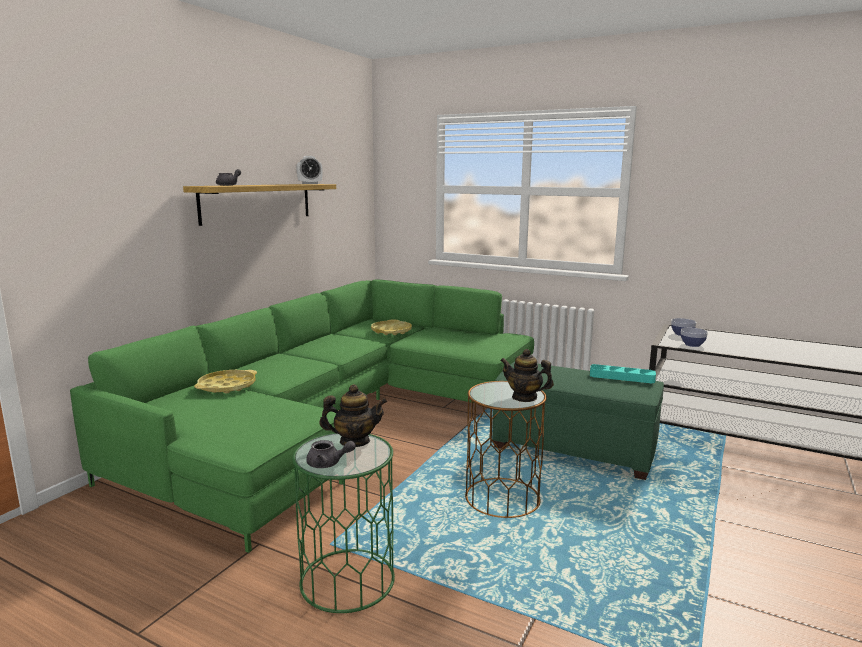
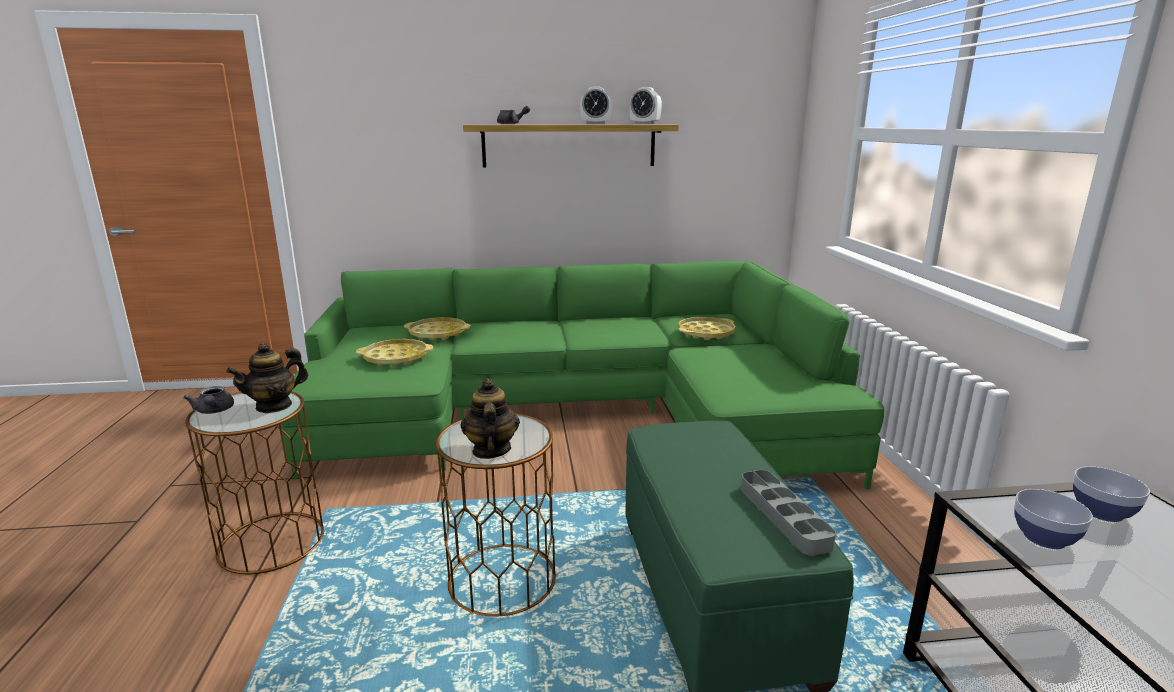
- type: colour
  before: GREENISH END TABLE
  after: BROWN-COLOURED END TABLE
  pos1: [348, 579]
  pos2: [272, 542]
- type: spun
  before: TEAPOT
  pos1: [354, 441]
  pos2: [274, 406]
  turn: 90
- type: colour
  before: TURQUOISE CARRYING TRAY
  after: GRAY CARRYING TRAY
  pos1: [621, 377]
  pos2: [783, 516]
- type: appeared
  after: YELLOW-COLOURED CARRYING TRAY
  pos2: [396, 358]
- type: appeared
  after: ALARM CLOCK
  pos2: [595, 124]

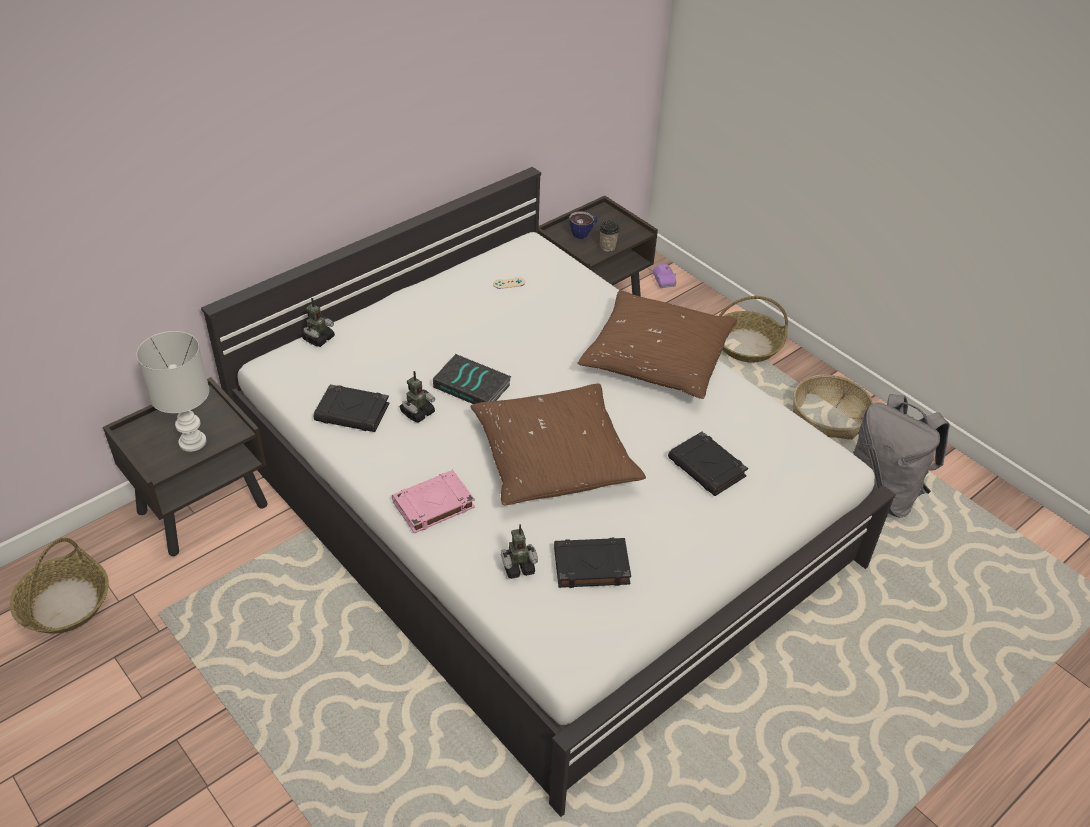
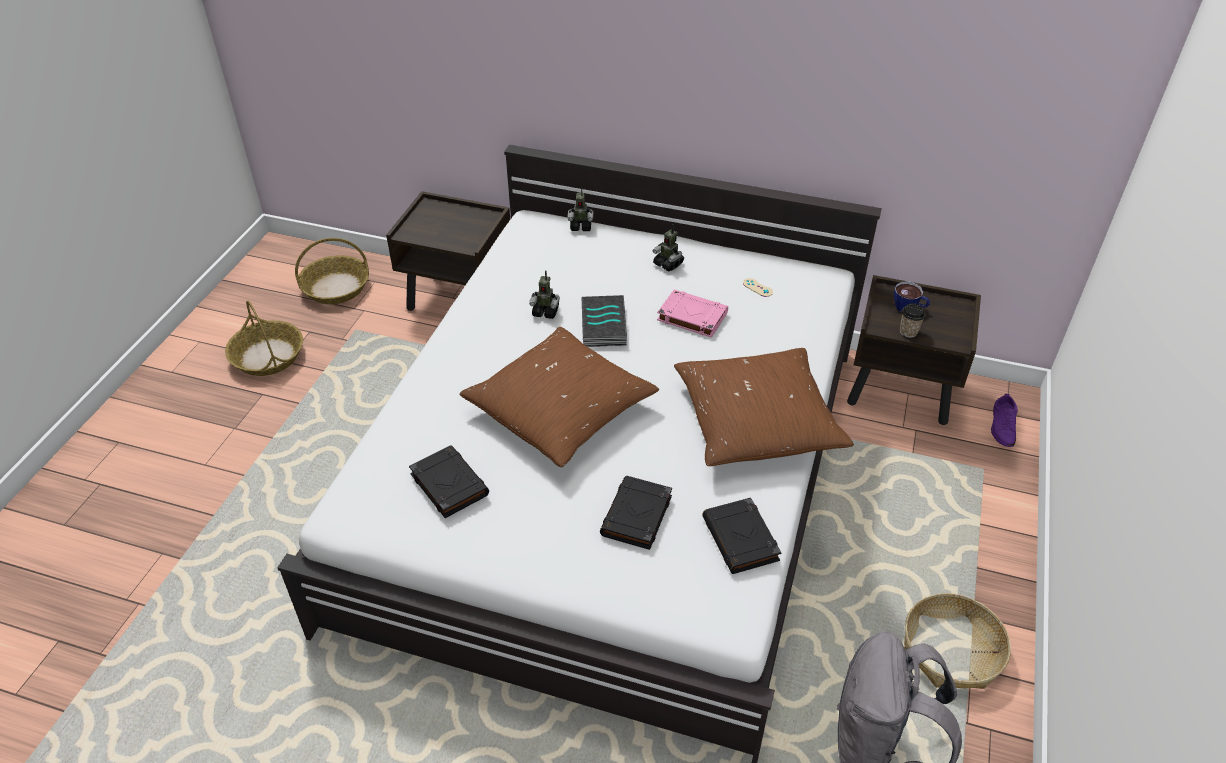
- type: missing
  before: WHITE-COLOURED TABLE LAMP
  pos1: [194, 441]
- type: relocated
  before: BLACK-COLOURED BOOK
  pos1: [353, 412]
  pos2: [741, 540]
- type: relocated
  before: PINK BOOK
  pos1: [433, 505]
  pos2: [691, 317]
- type: relocated
  before: TOY ROBOT
  pos1: [518, 566]
  pos2: [668, 264]
- type: exchanged
  before: PURPLE-COLOURED MODEL CAR
  after: PURPLE-COLOURED LOW SHOE
  pos1: [664, 281]
  pos2: [1002, 426]
- type: relocated
  before: HOUSEHOLD BASKET
  pos1: [746, 345]
  pos2: [267, 356]

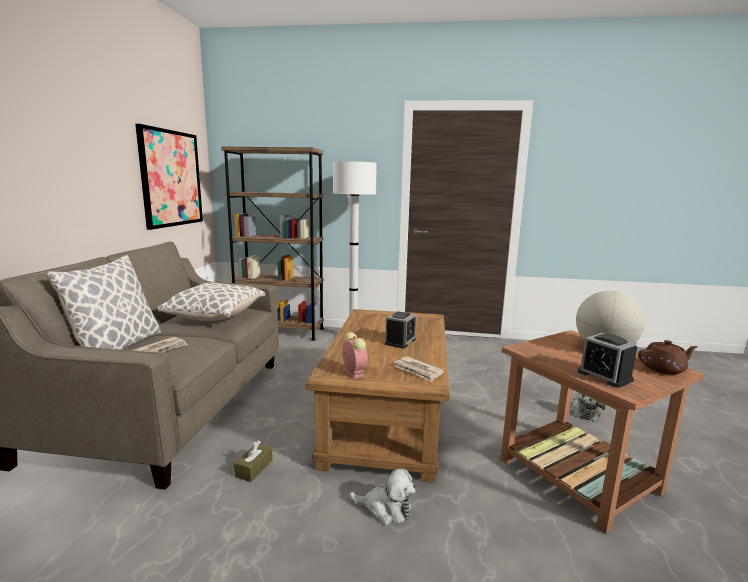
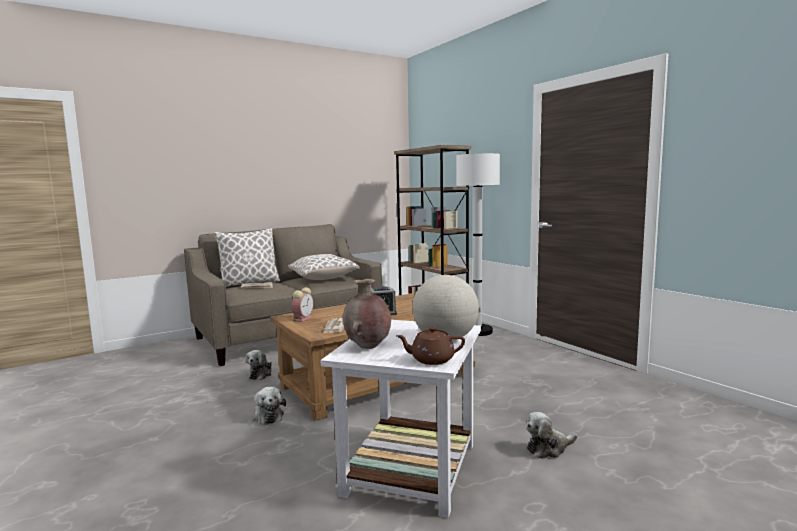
- type: missing
  before: WALL PICTURE
  pos1: [171, 178]
- type: exchanged
  before: BROWN-COLOURED TISSUE HOLDER
  after: PLUSH TOY
  pos1: [254, 468]
  pos2: [260, 374]
- type: colour
  before: BROWN-COLOURED END TABLE
  after: WHITE-COLOURED END TABLE
  pos1: [580, 476]
  pos2: [410, 470]
- type: exchanged
  before: ALARM CLOCK
  after: BROWN-COLOURED FLOWER VASE
  pos1: [604, 376]
  pos2: [368, 347]
- type: spun
  before: BROWN-COLOURED TEAPOT
  pos1: [664, 369]
  pos2: [431, 360]
  turn: 135

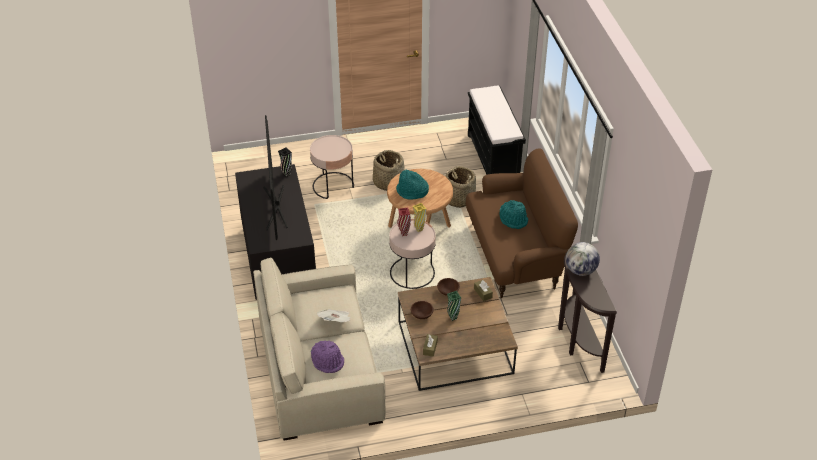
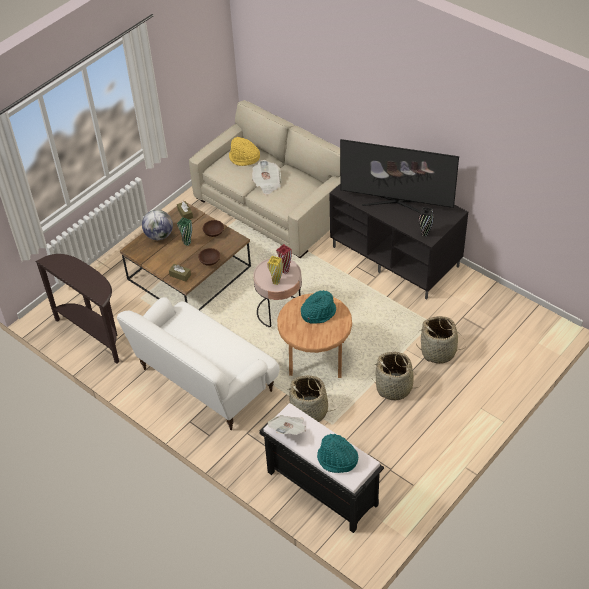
- type: spun
  before: TV
  pos1: [275, 207]
  pos2: [396, 203]
  turn: 150
- type: exchanged
  before: PINK END TABLE
  after: HOUSEHOLD BASKET
  pos1: [333, 186]
  pos2: [438, 351]
- type: colour
  before: PURPLE-COLOURED WEARABLE HAT
  after: YELLOW-COLOURED WEARABLE HAT
  pos1: [328, 361]
  pos2: [244, 158]
- type: colour
  before: BROWN-COLOURED COUCH
  after: WHITE-COLOURED COUCH
  pos1: [515, 255]
  pos2: [205, 382]
- type: relocated
  before: TURQUOISE WEARABLE HAT
  pos1: [513, 219]
  pos2: [337, 460]
- type: relocated
  before: WORLD GLOBE
  pos1: [581, 270]
  pos2: [159, 235]
- type: appeared
  after: NEWSPAPER
  pos2: [289, 430]

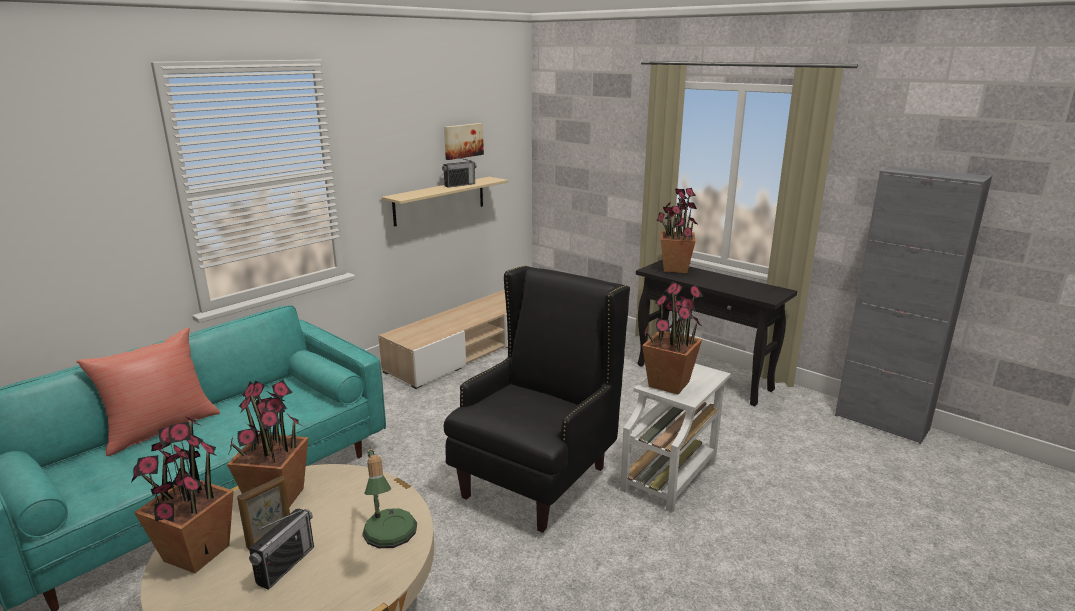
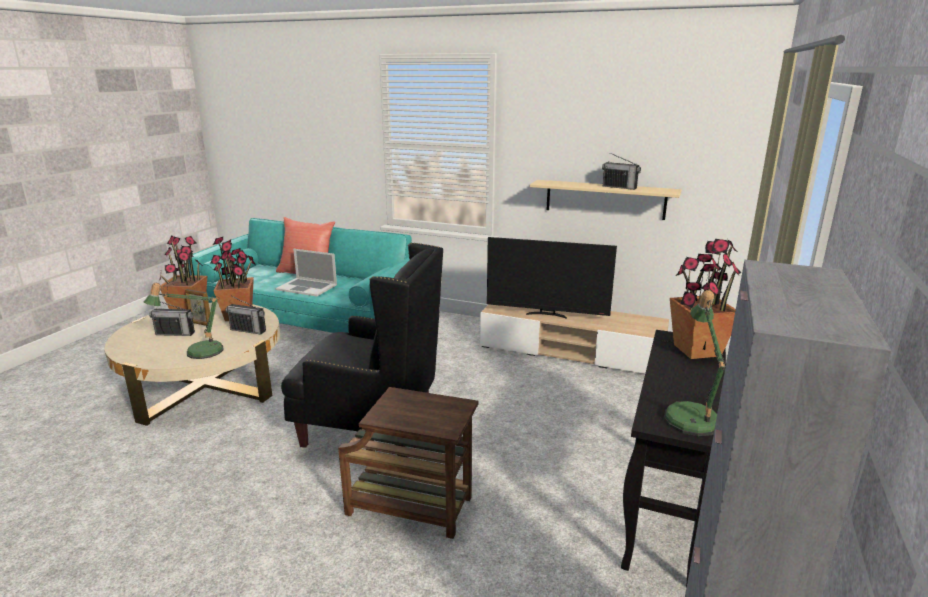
- type: missing
  before: WALL PICTURE
  pos1: [462, 140]
- type: colour
  before: WHITE-COLOURED END TABLE
  after: BROWN-COLOURED END TABLE
  pos1: [671, 474]
  pos2: [413, 507]
- type: missing
  before: HOUSEPLANT
  pos1: [669, 384]
- type: appeared
  after: RADIO RECEIVER
  pos2: [248, 330]
- type: appeared
  after: NOTEBOOK COMPUTER
  pos2: [307, 287]
- type: appeared
  after: TV
  pos2: [547, 314]
- type: appeared
  after: TABLE LAMP
  pos2: [691, 415]

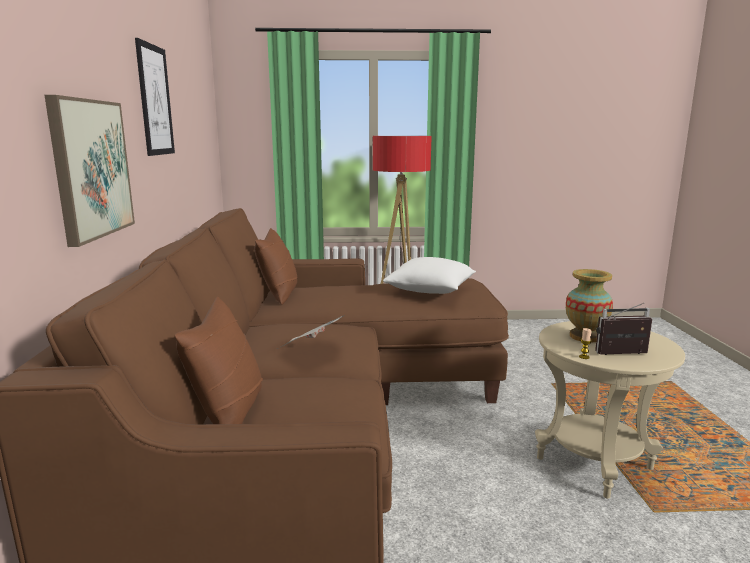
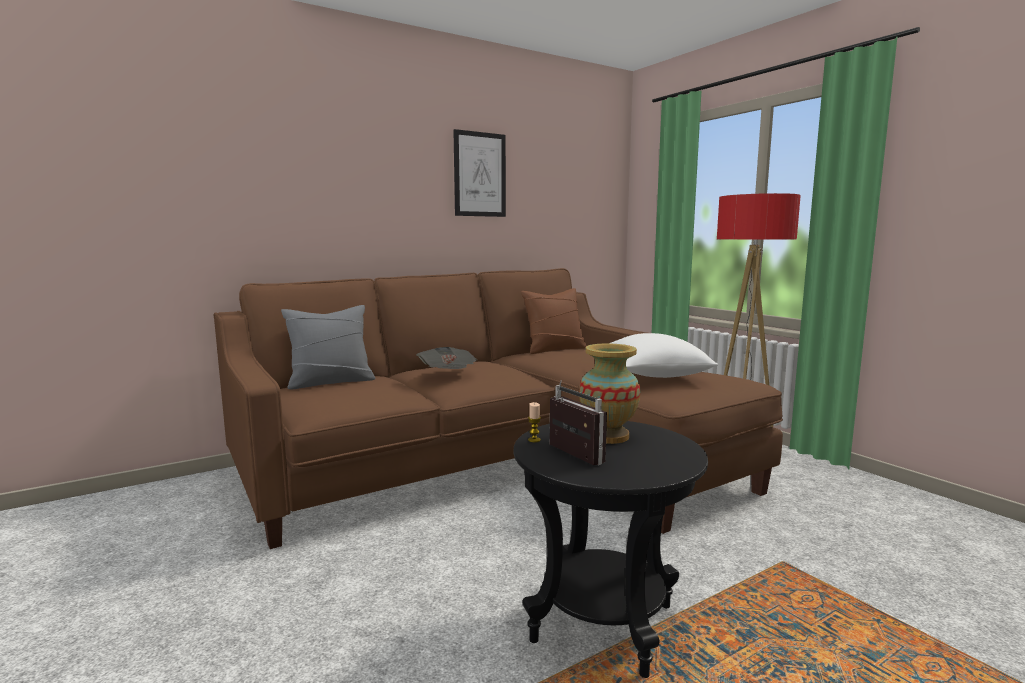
- type: missing
  before: WALL PICTURE
  pos1: [91, 169]
- type: colour
  before: BROWN-COLOURED CUSHION
  after: GRAY CUSHION
  pos1: [228, 413]
  pos2: [331, 382]
- type: colour
  before: BEIGE END TABLE
  after: BLACK-COLOURED END TABLE
  pos1: [594, 464]
  pos2: [602, 624]

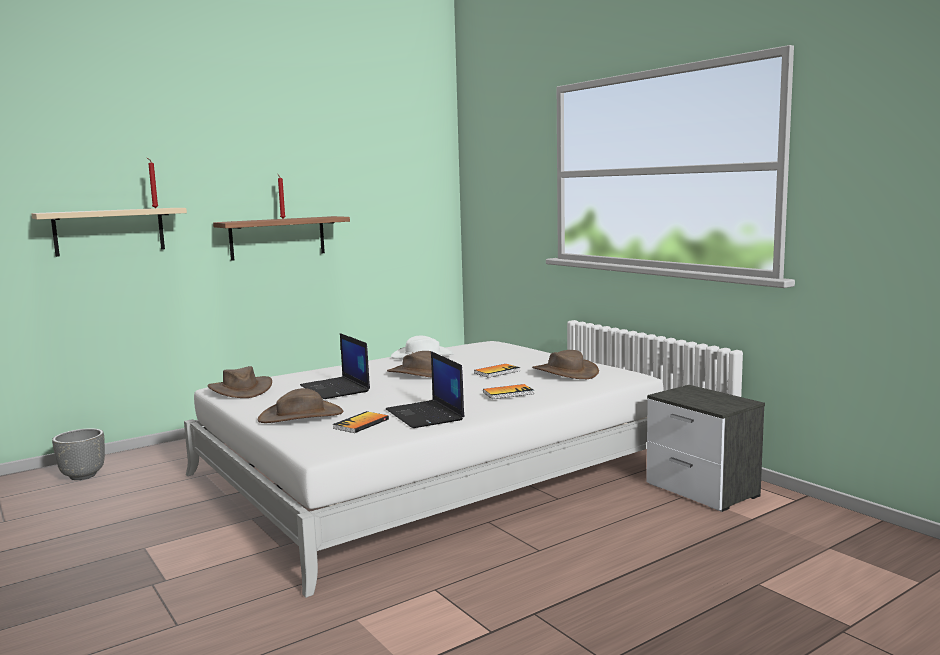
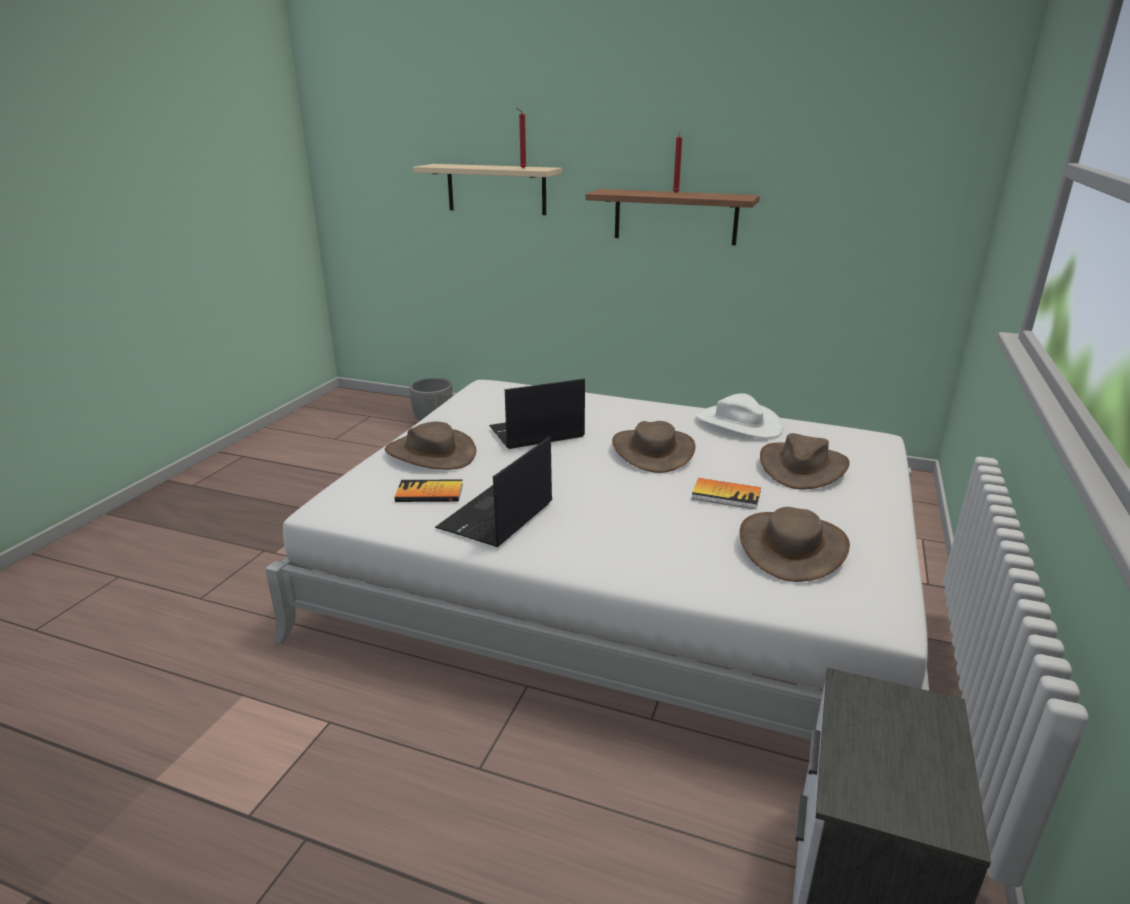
- type: relocated
  before: BROWN-COLOURED WEARABLE HAT
  pos1: [240, 390]
  pos2: [802, 467]
- type: spun
  before: NOTEBOOK COMPUTER
  pos1: [336, 389]
  pos2: [535, 433]
  turn: 45
- type: missing
  before: BOOK
  pos1: [508, 393]

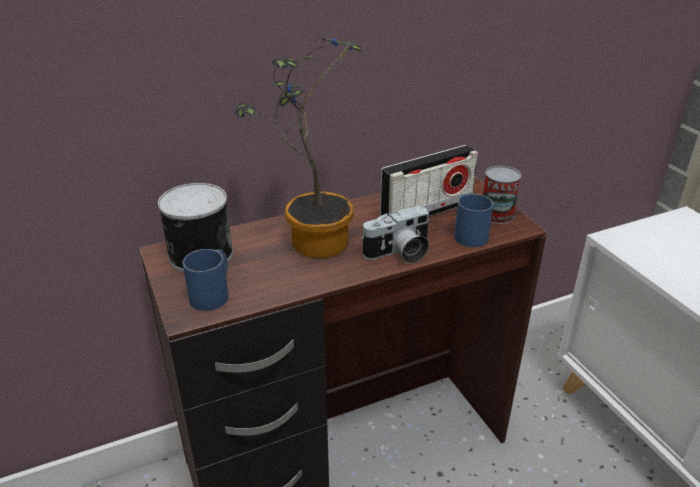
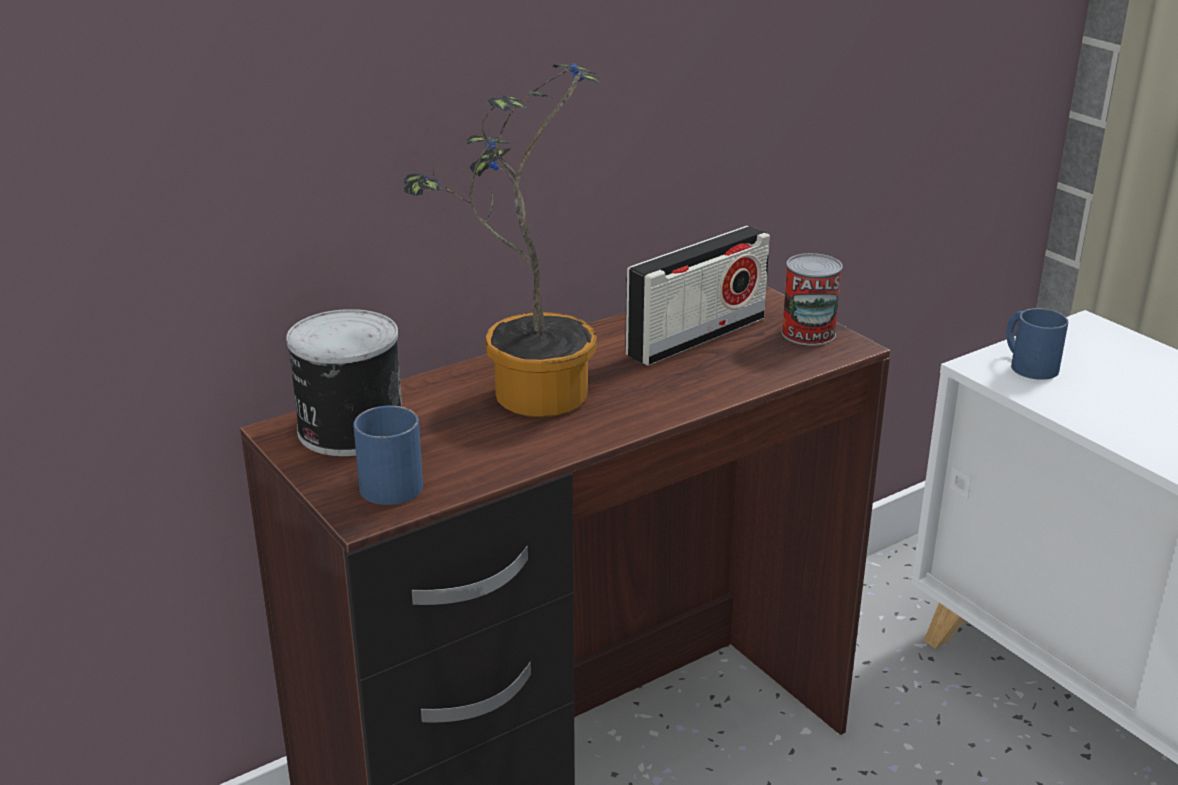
- type: missing
  before: STILL CAMERA
  pos1: [399, 253]
- type: relocated
  before: BLUISH TEA MUG
  pos1: [467, 233]
  pos2: [1027, 364]

